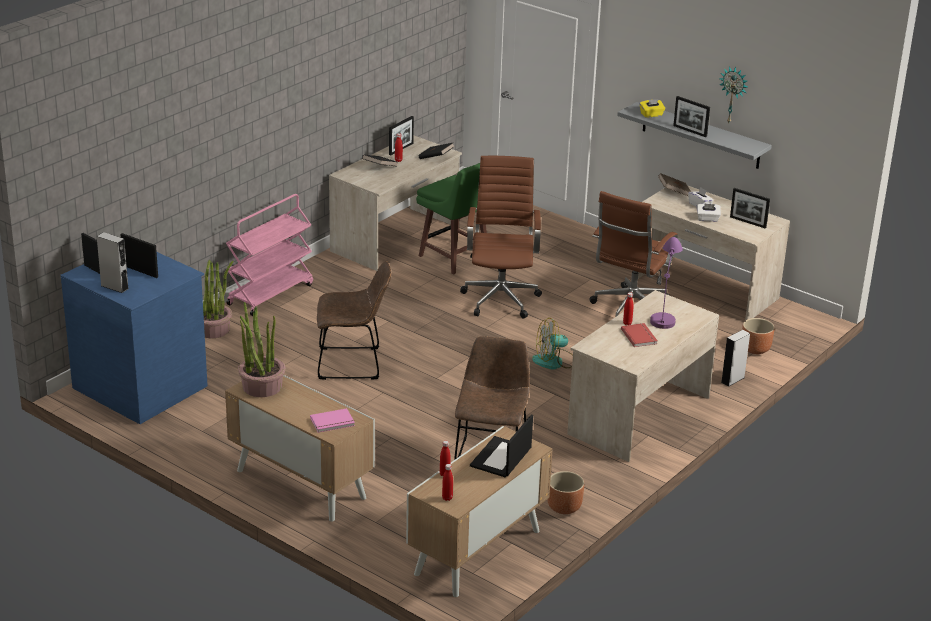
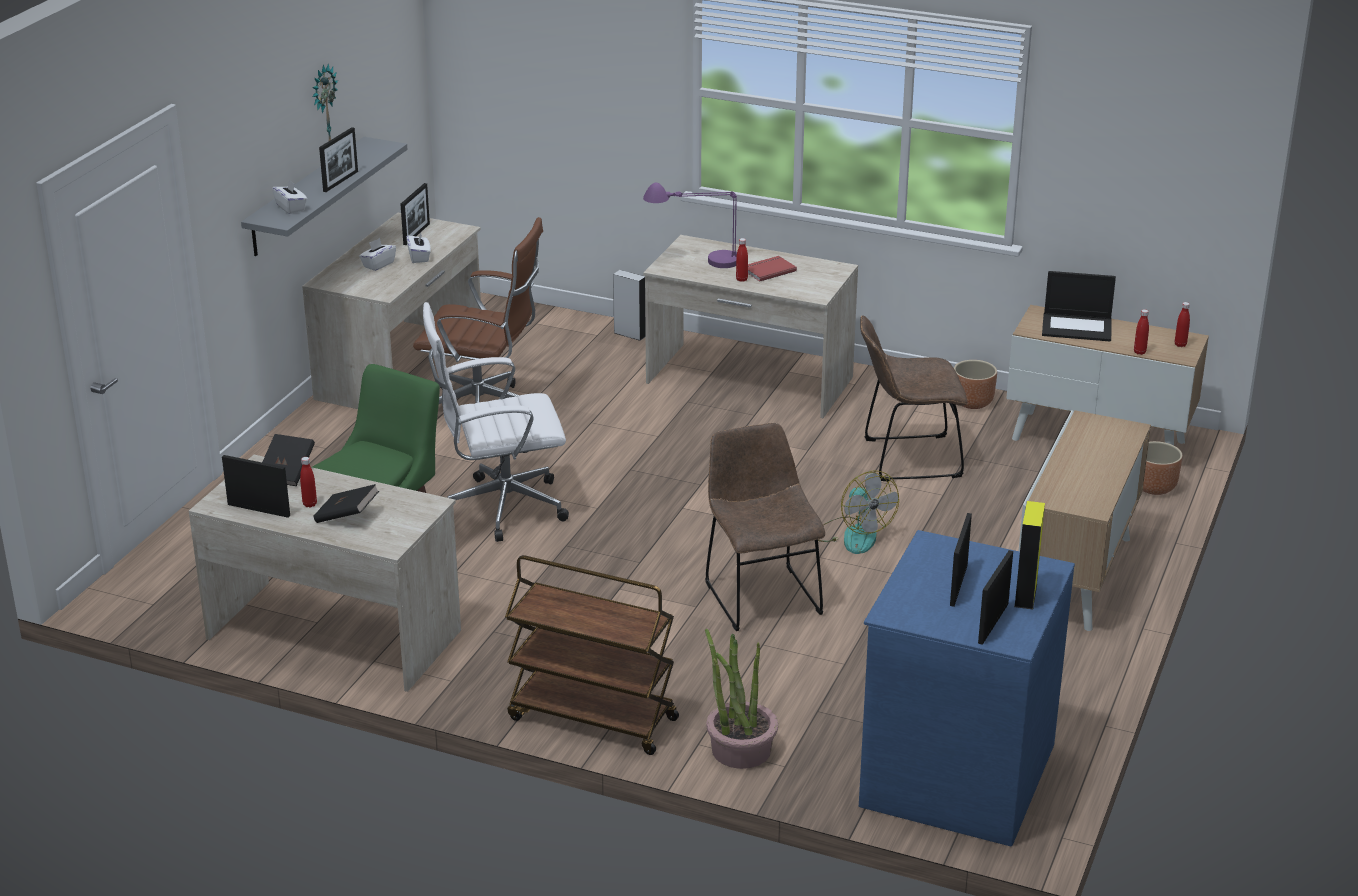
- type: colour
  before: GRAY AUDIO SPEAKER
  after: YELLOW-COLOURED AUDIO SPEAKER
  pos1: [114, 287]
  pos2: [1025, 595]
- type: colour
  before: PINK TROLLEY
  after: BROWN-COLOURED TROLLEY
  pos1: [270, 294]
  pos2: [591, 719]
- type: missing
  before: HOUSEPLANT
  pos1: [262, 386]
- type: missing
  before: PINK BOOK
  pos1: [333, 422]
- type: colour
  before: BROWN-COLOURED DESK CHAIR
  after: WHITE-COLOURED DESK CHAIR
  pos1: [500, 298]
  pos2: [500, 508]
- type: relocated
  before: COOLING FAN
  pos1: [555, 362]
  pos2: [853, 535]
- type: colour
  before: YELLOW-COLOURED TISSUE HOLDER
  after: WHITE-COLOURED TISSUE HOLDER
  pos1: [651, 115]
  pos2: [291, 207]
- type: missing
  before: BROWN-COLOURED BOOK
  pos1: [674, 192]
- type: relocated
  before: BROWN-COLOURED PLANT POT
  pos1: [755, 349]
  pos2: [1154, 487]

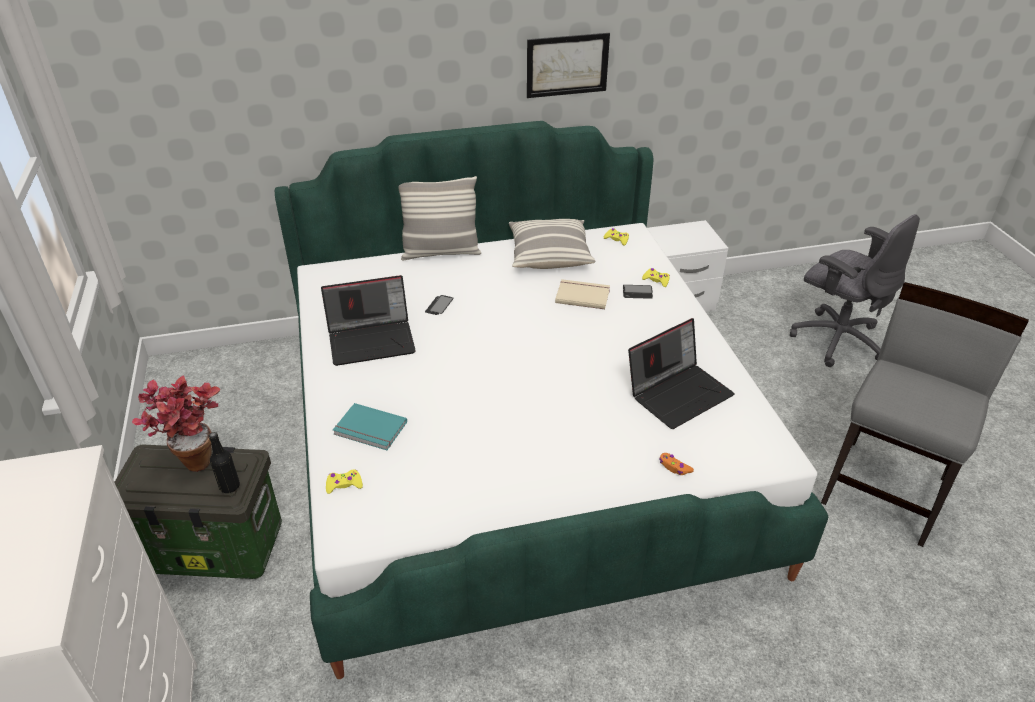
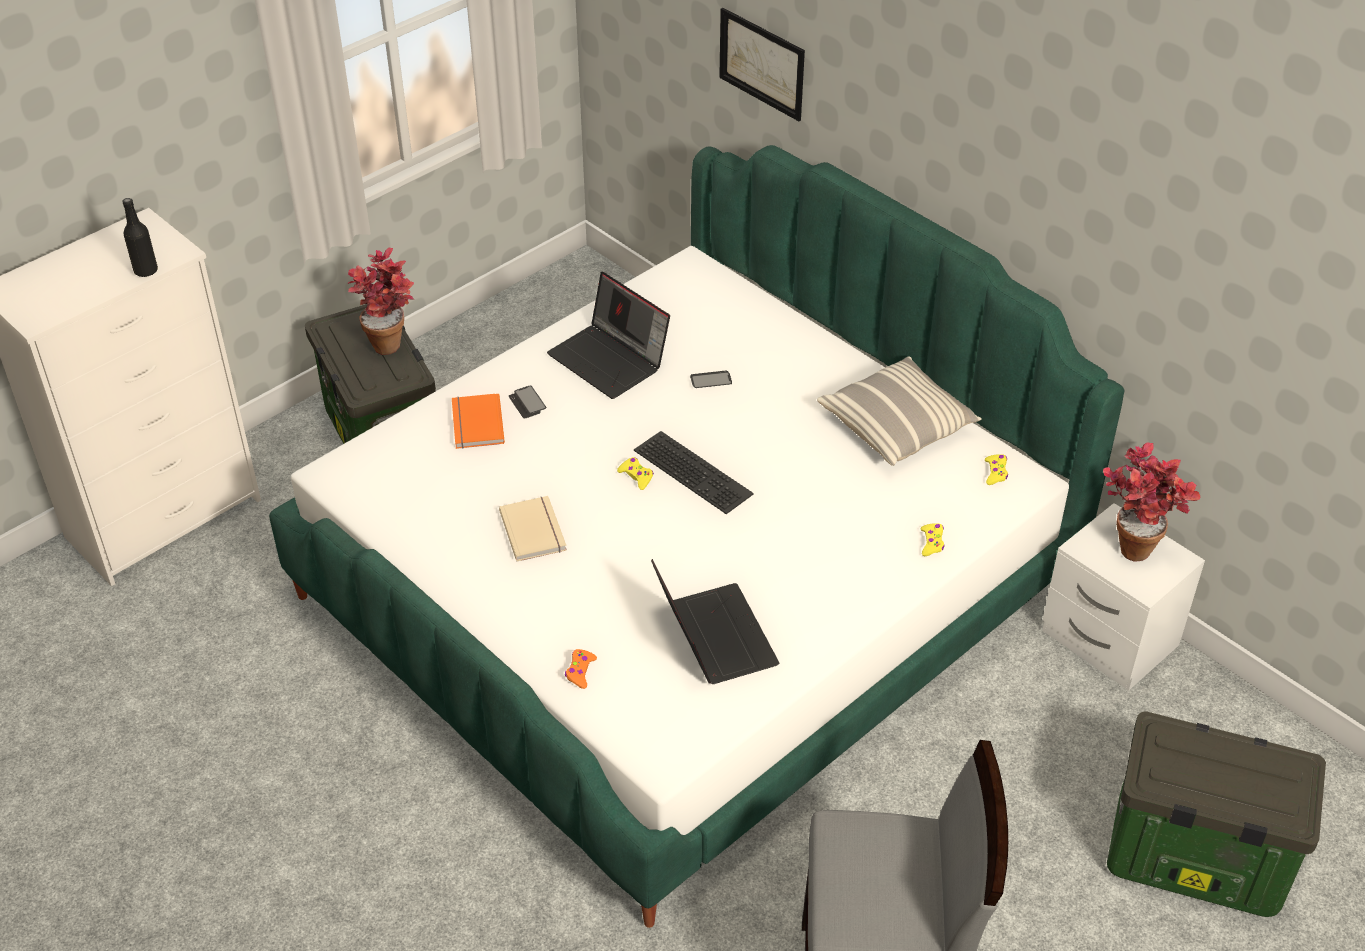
- type: relocated
  before: BLACK-COLOURED BOTTLE
  pos1: [229, 486]
  pos2: [146, 270]
- type: relocated
  before: YELLOW-COLOURED GAME CONTROLLER
  pos1: [344, 484]
  pos2: [636, 476]
- type: colour
  before: TURQUOISE BOOK
  after: ORANGE BOOK
  pos1: [370, 430]
  pos2: [475, 424]
- type: missing
  before: CUSHION
  pos1: [441, 252]
- type: relocated
  before: WALL PICTURE
  pos1: [567, 65]
  pos2: [761, 63]
- type: relocated
  before: BEIGE BOOK
  pos1: [582, 295]
  pos2: [535, 530]
- type: relocated
  before: HANDSET
  pos1: [637, 292]
  pos2: [527, 403]
- type: spun
  before: NOTEBOOK COMPUTER
  pos1: [679, 392]
  pos2: [712, 636]
  turn: -135
- type: exchanged
  before: GRAY DESK CHAIR
  after: STORAGE BOX
  pos1: [836, 339]
  pos2: [1192, 861]
- type: appeared
  after: PC KEYBOARD
  pos2: [695, 471]
- type: appeared
  after: HOUSEPLANT
  pos2: [1134, 543]

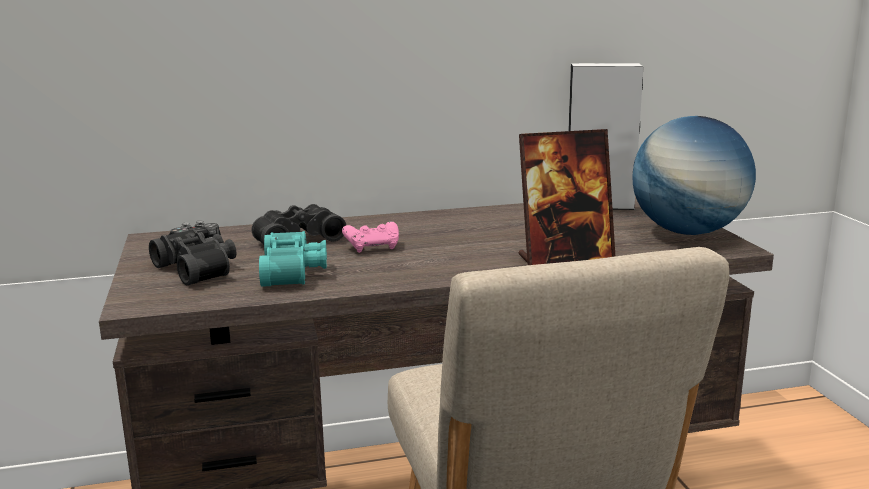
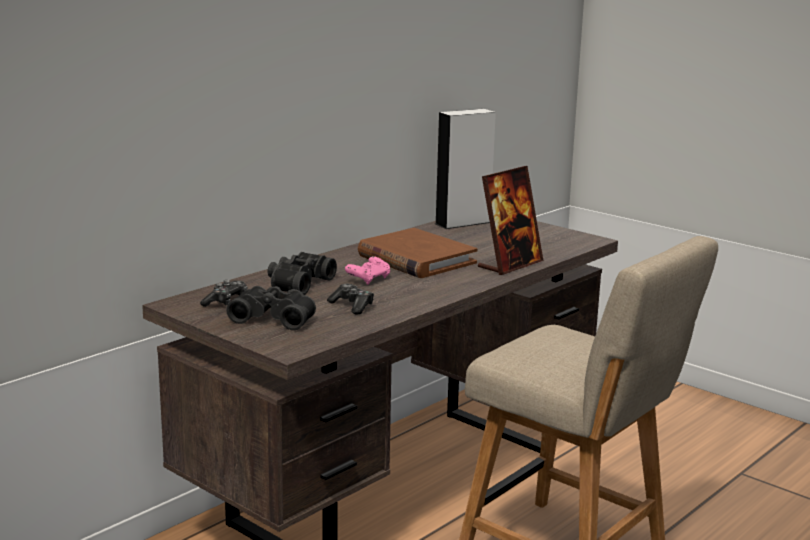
- type: exchanged
  before: TURQUOISE FIELD GLASSES
  after: GAME CONTROLLER
  pos1: [295, 272]
  pos2: [352, 306]
- type: missing
  before: WORLD GLOBE
  pos1: [687, 232]
- type: appeared
  after: BROWN-COLOURED BOOK
  pos2: [416, 259]

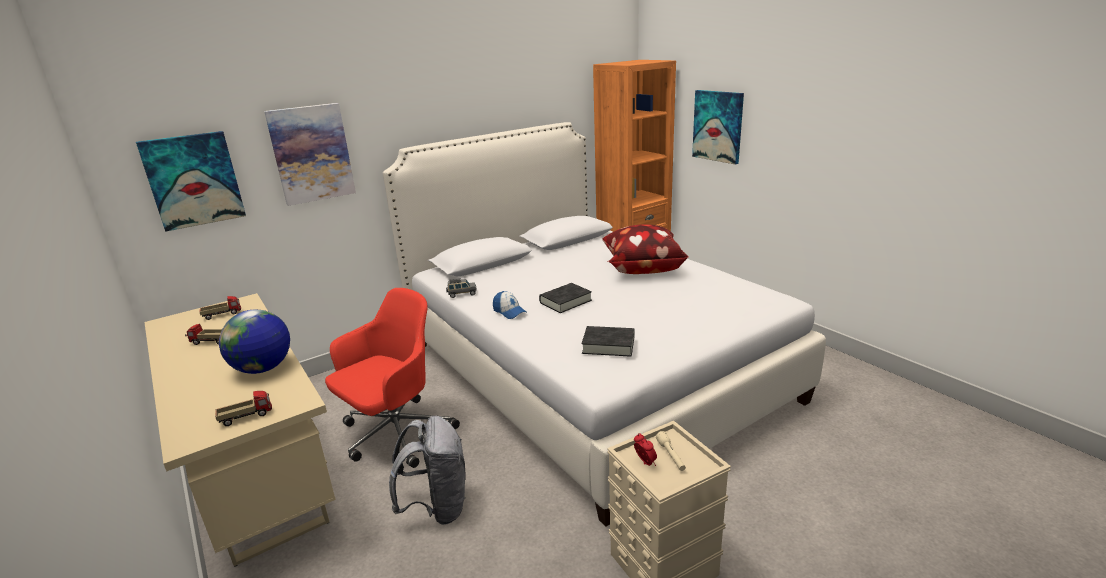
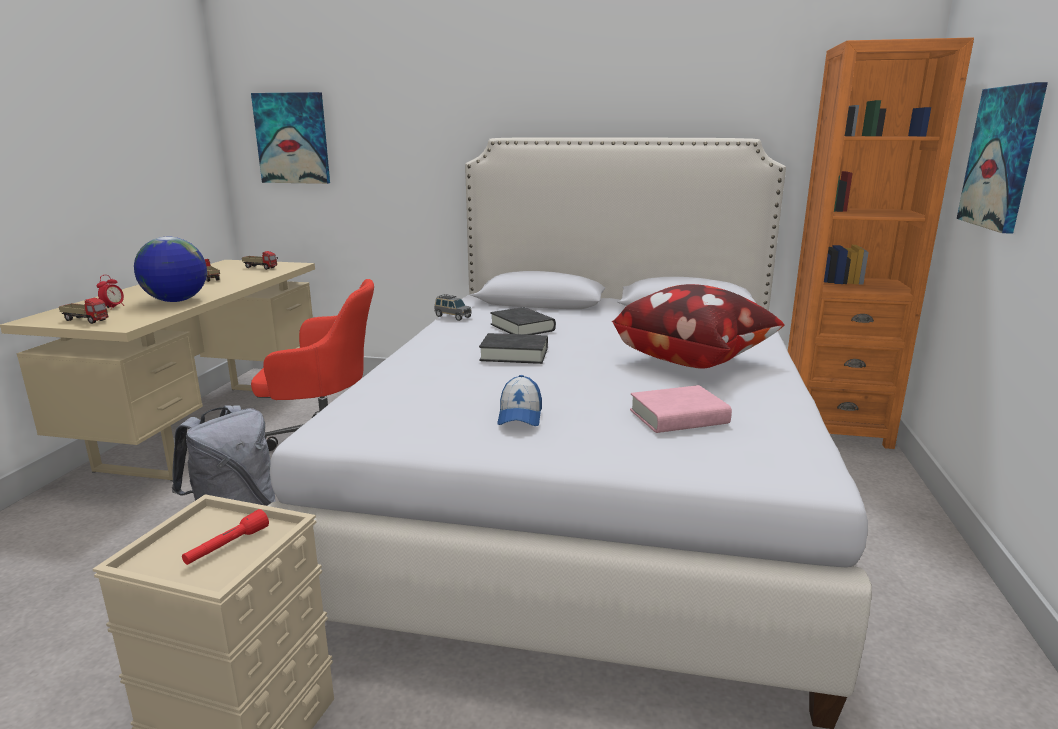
- type: missing
  before: WALL PICTURE
  pos1: [311, 154]
- type: relocated
  before: CAP
  pos1: [509, 312]
  pos2: [520, 416]
- type: relocated
  before: BLACK-COLOURED BOOK
  pos1: [608, 345]
  pos2: [522, 327]
- type: relocated
  before: ALARM CLOCK
  pos1: [645, 463]
  pos2: [113, 307]
- type: colour
  before: BEIGE TORCH
  after: RED-COLOURED TORCH
  pos1: [671, 456]
  pos2: [227, 546]
- type: appeared
  after: PINK BOOK
  pos2: [678, 417]

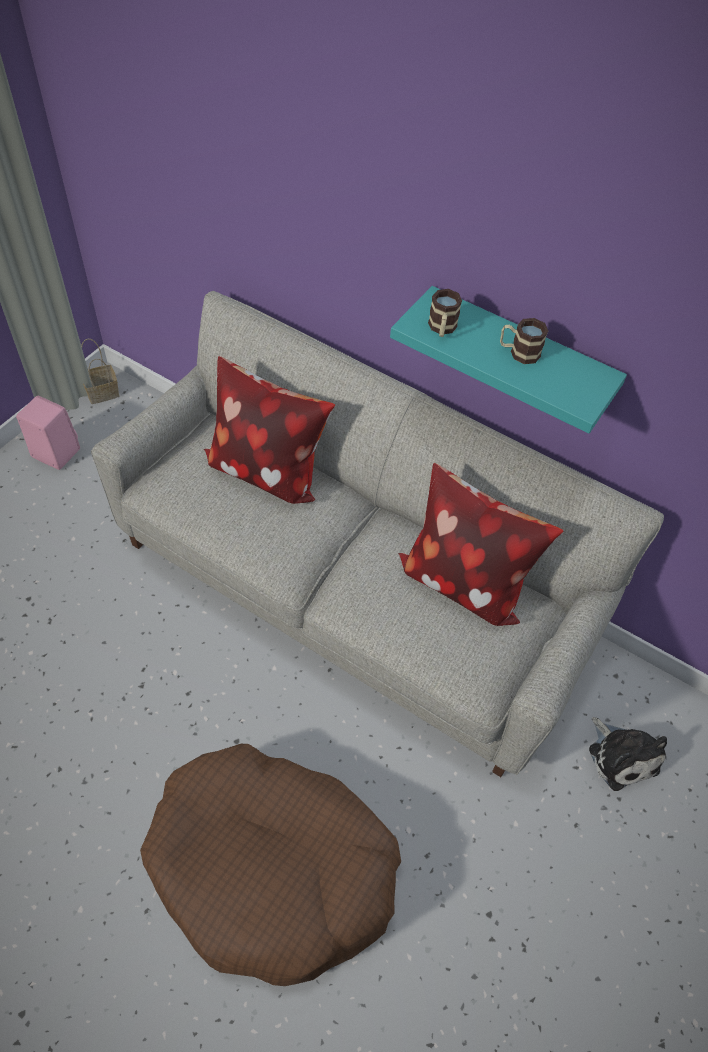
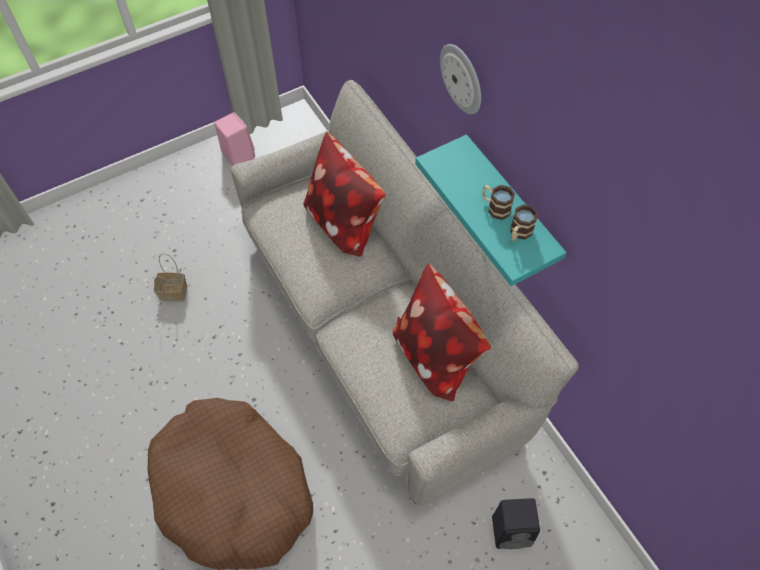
- type: relocated
  before: HOUSEHOLD BASKET
  pos1: [103, 392]
  pos2: [174, 292]
- type: relocated
  before: TEA MUG
  pos1: [442, 329]
  pos2: [519, 233]
- type: exchanged
  before: PLUSH TOY
  after: BLACK-COLOURED AUDIO SPEAKER
  pos1: [621, 755]
  pos2: [512, 530]
- type: appeared
  after: CLOCK ON THE WALL
  pos2: [462, 78]

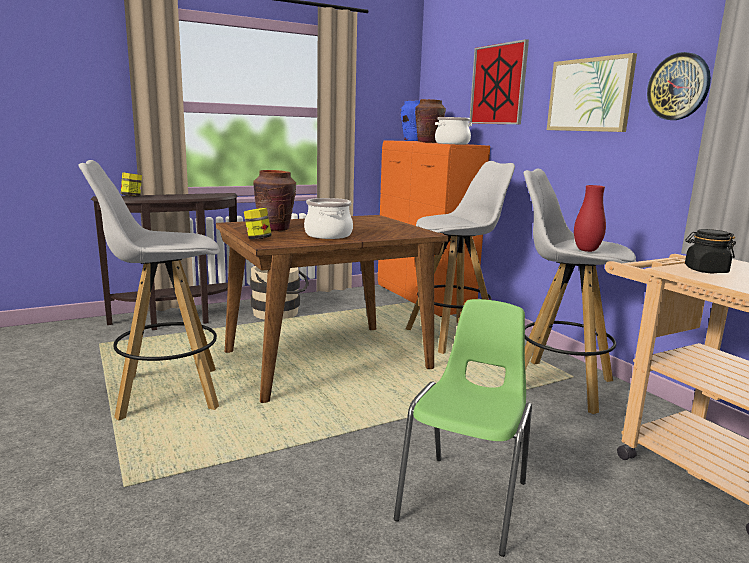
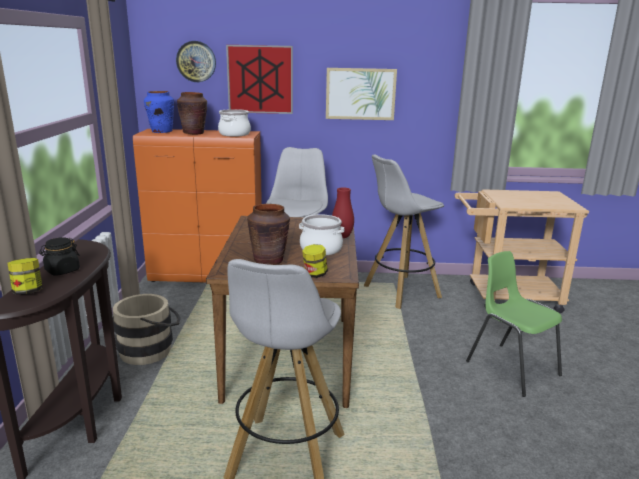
- type: relocated
  before: RED-COLOURED FLOWER VASE
  pos1: [586, 250]
  pos2: [342, 237]
- type: relocated
  before: CLOCK ON THE WALL
  pos1: [678, 86]
  pos2: [196, 61]
- type: relocated
  before: BLACK-COLOURED JAR
  pos1: [705, 270]
  pos2: [62, 270]

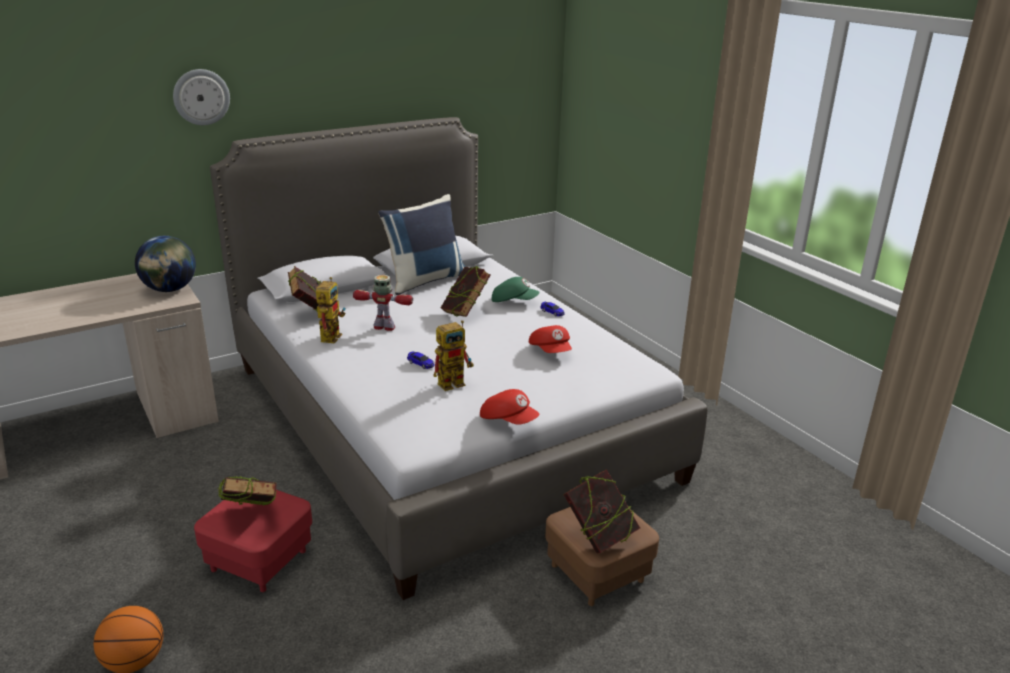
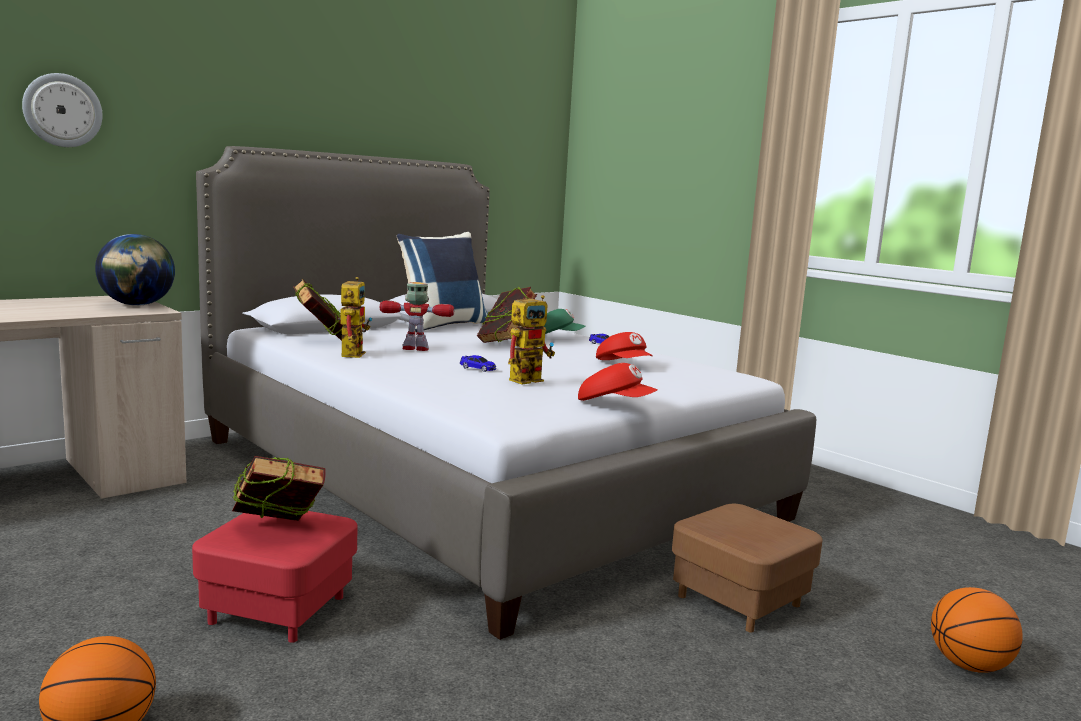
- type: relocated
  before: CLOCK ON THE WALL
  pos1: [201, 97]
  pos2: [62, 110]
- type: missing
  before: BOOK
  pos1: [599, 537]
- type: appeared
  after: BALL FOR BASKETBALL
  pos2: [969, 665]

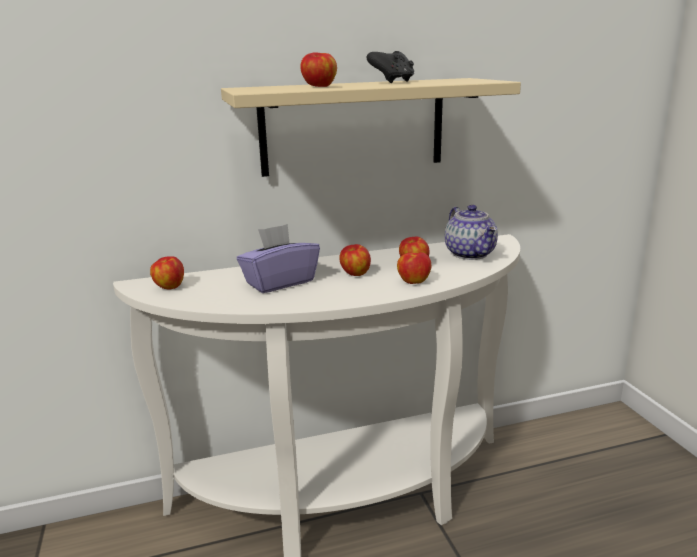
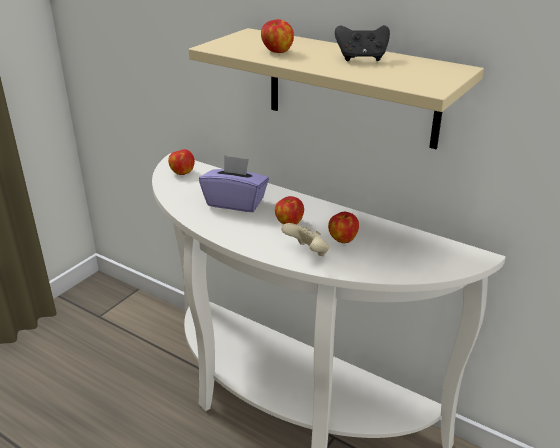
- type: exchanged
  before: WHOLE APPLE
  after: BEIGE GAME CONTROLLER
  pos1: [413, 281]
  pos2: [307, 252]
- type: missing
  before: TEAPOT
  pos1: [471, 254]

